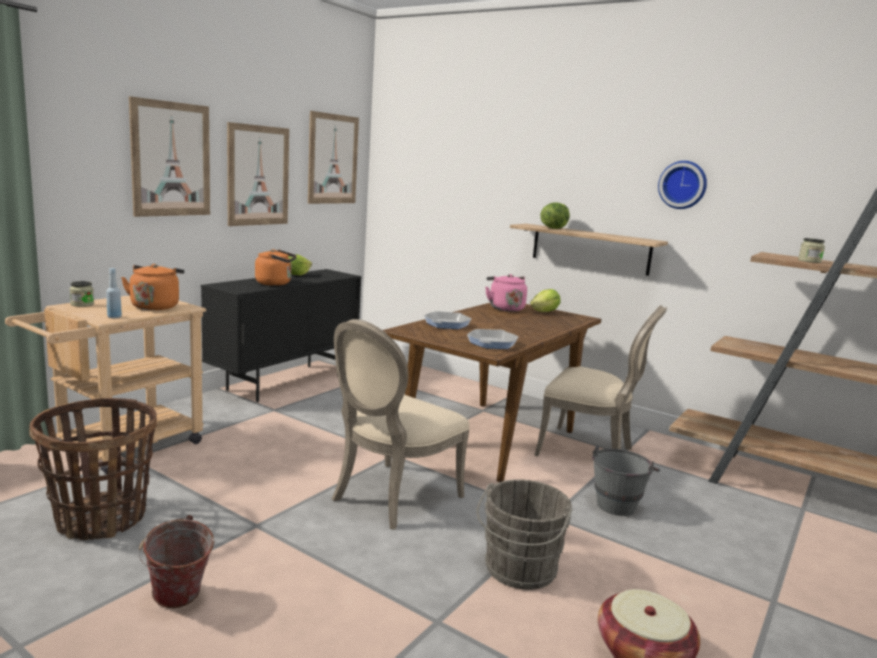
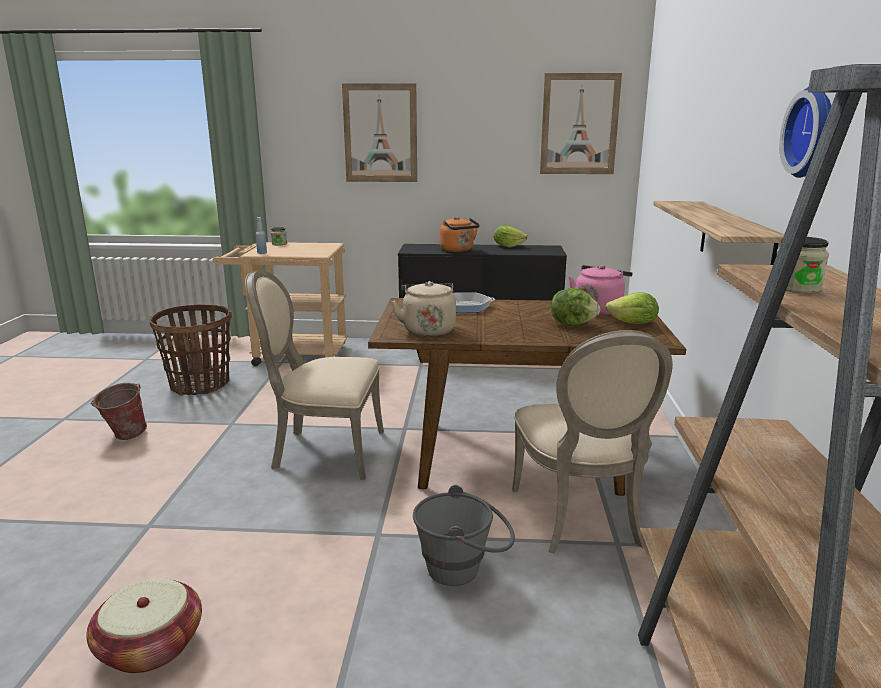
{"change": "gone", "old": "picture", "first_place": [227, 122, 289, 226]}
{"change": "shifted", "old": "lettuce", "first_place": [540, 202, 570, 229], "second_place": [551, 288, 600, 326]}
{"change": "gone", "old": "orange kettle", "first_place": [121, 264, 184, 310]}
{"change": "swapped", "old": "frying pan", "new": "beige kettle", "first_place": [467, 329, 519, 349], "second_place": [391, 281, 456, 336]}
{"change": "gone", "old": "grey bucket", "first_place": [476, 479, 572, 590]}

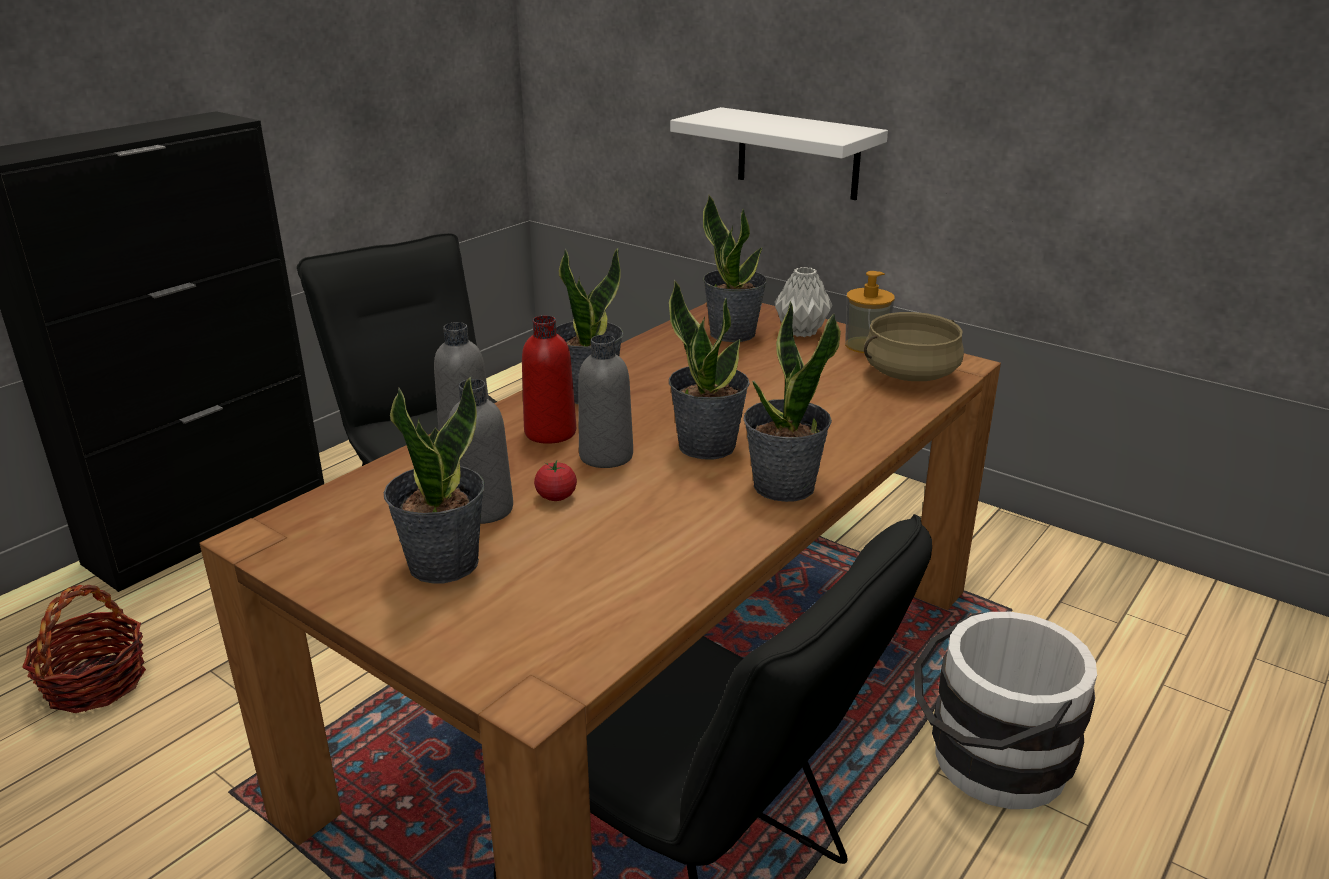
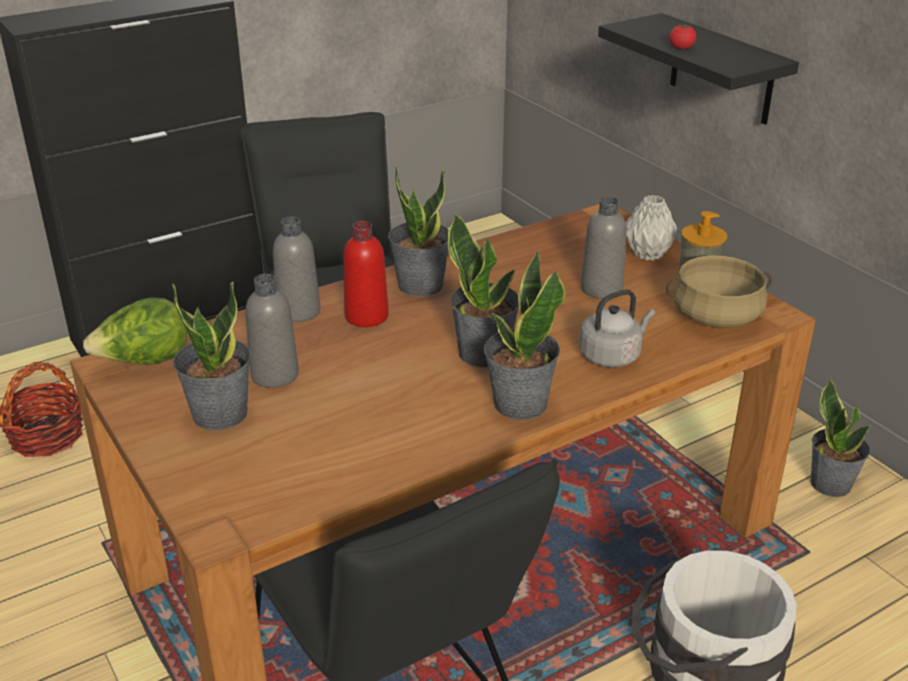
{"change": "repainted", "old": "white shelf", "new": "black shelf", "first_place": [670, 107, 888, 200], "second_place": [598, 13, 799, 125]}
{"change": "shifted", "old": "potted plant", "first_place": [703, 195, 767, 342], "second_place": [810, 379, 870, 497]}
{"change": "shifted", "old": "grey bottle", "first_place": [578, 335, 633, 468], "second_place": [581, 197, 626, 299]}
{"change": "shifted", "old": "tomato", "first_place": [534, 461, 577, 501], "second_place": [669, 24, 696, 49]}
{"change": "new", "new": "grey kettle", "second_place": [579, 289, 655, 368]}
{"change": "new", "new": "lettuce", "second_place": [83, 297, 187, 365]}

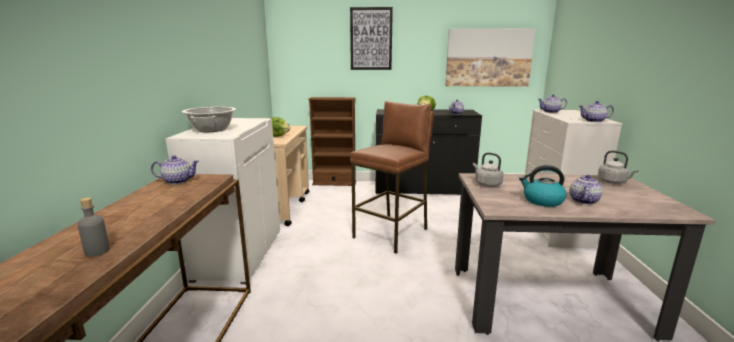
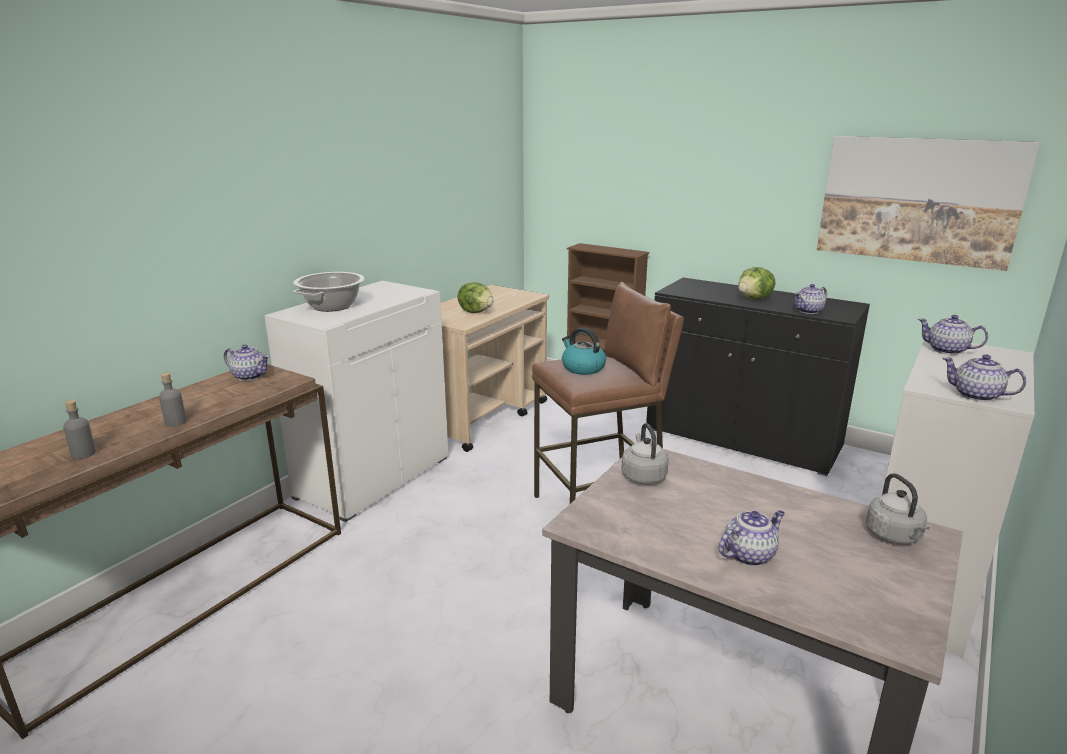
{"change": "gone", "old": "picture", "first_place": [350, 7, 393, 70]}
{"change": "shifted", "old": "kettle", "first_place": [519, 165, 567, 207], "second_place": [562, 327, 606, 375]}
{"change": "new", "new": "grey bottle", "second_place": [159, 373, 186, 427]}

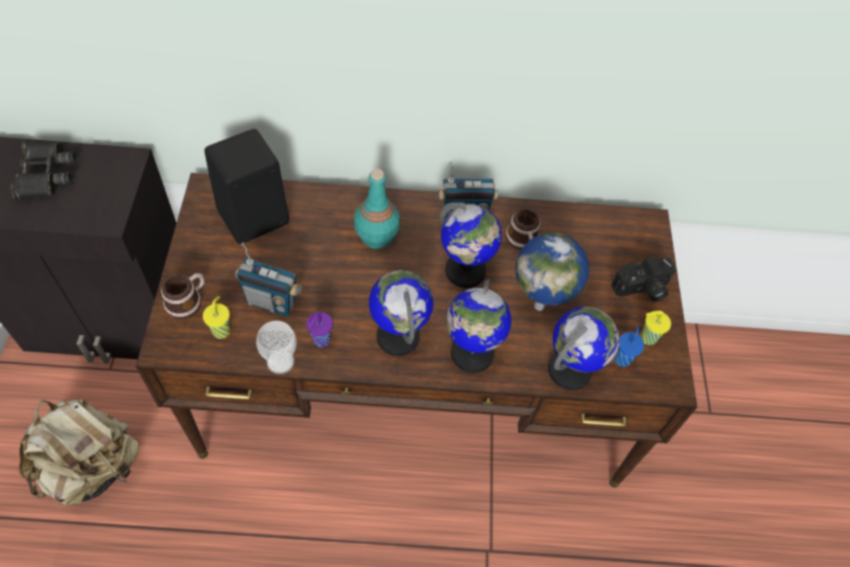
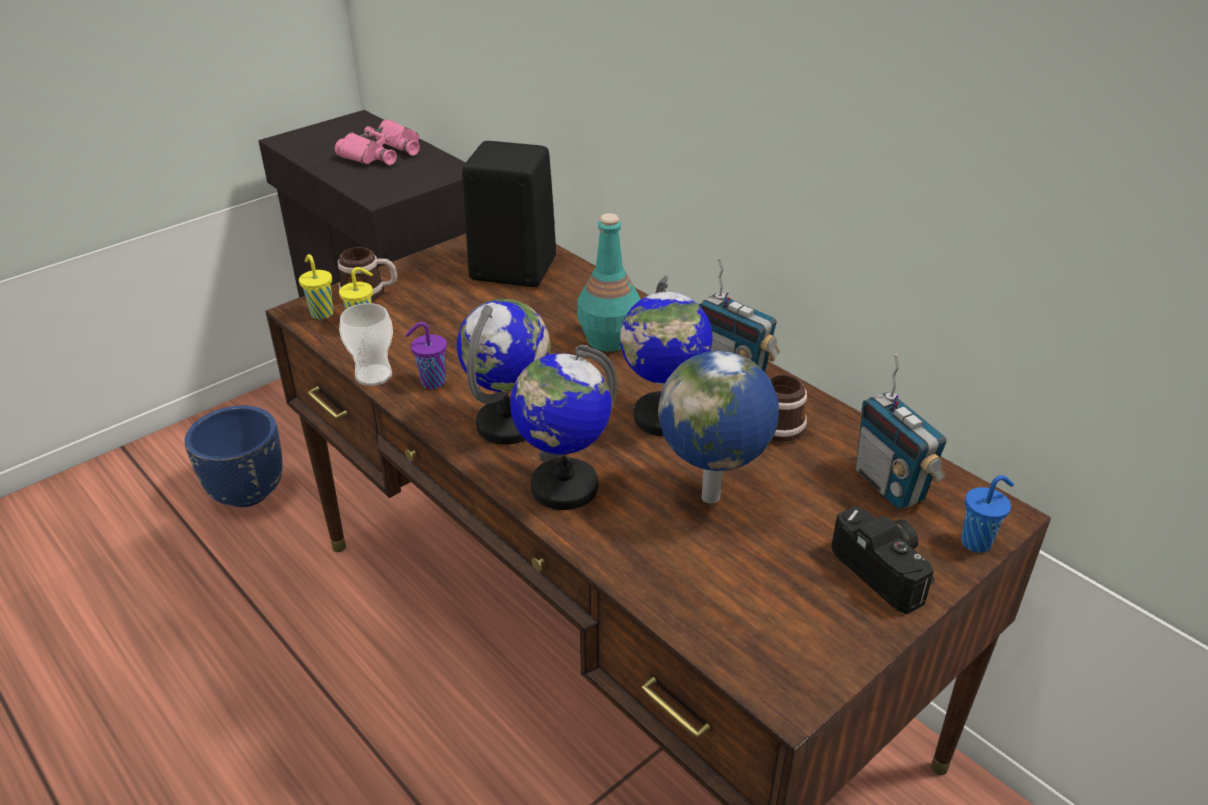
{"change": "repainted", "old": "black binoculars", "new": "pink binoculars", "first_place": [11, 140, 77, 199], "second_place": [335, 119, 420, 165]}
{"change": "shifted", "old": "radio", "first_place": [235, 243, 303, 316], "second_place": [856, 354, 947, 509]}
{"change": "rotated", "old": "photo camera", "first_place": [611, 257, 676, 302], "second_place": [831, 506, 935, 614], "degrees": -150}
{"change": "gone", "old": "globe", "first_place": [548, 307, 620, 390]}
{"change": "shifted", "old": "yellow cup", "first_place": [640, 311, 671, 345], "second_place": [299, 254, 333, 320]}
{"change": "shifted", "old": "blue cup", "first_place": [614, 326, 644, 367], "second_place": [961, 475, 1014, 553]}
{"change": "swapped", "old": "beige backpack", "new": "blue planter", "first_place": [19, 399, 139, 506], "second_place": [185, 406, 283, 507]}

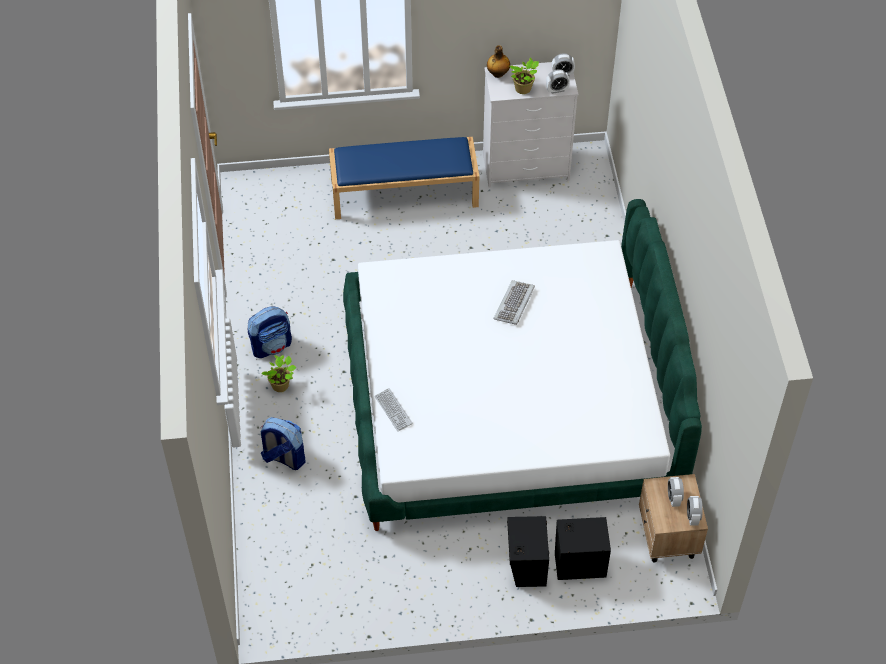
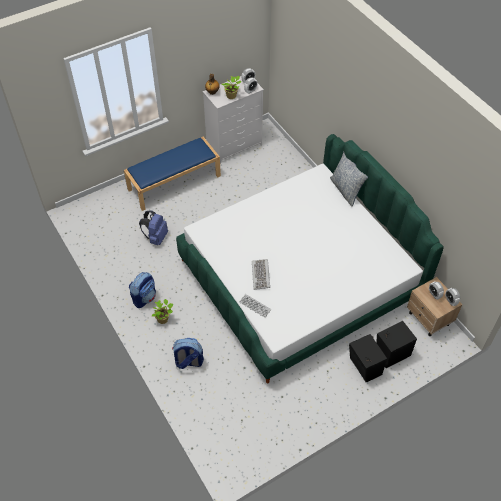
{"change": "shifted", "old": "keyboard", "first_place": [494, 280, 535, 325], "second_place": [252, 259, 270, 290]}
{"change": "new", "new": "pillow", "second_place": [330, 152, 368, 207]}
{"change": "new", "new": "blue backpack", "second_place": [139, 210, 168, 245]}

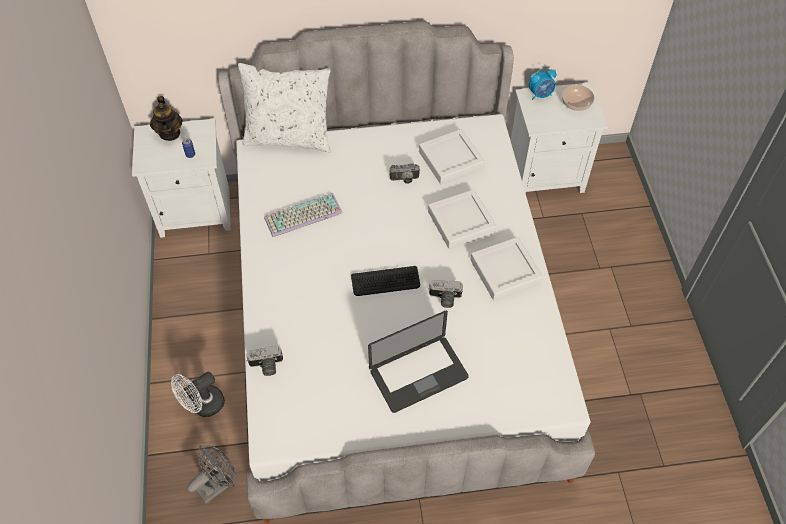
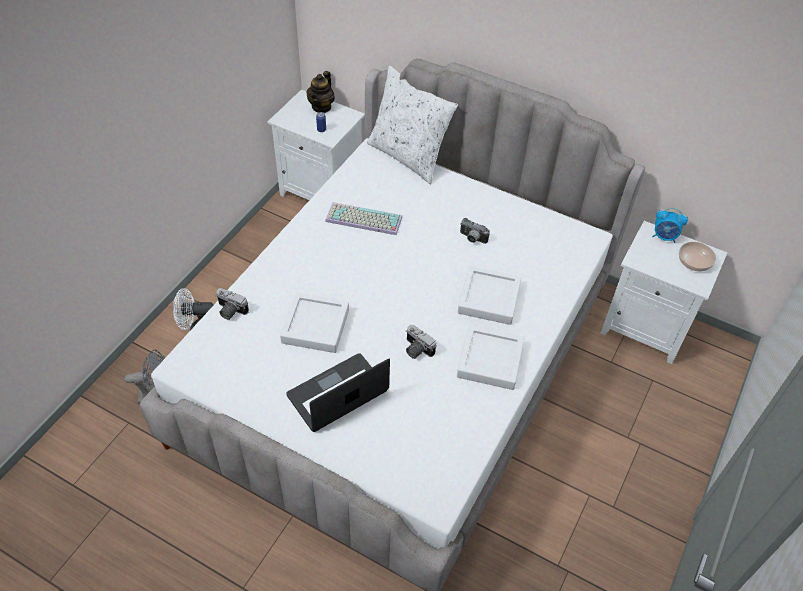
{"change": "shifted", "old": "white tray", "first_place": [419, 129, 484, 185], "second_place": [280, 293, 349, 353]}
{"change": "gone", "old": "keyboard", "first_place": [351, 266, 420, 296]}
{"change": "rotated", "old": "laptop", "first_place": [368, 311, 469, 413], "second_place": [286, 353, 390, 432], "degrees": 135}

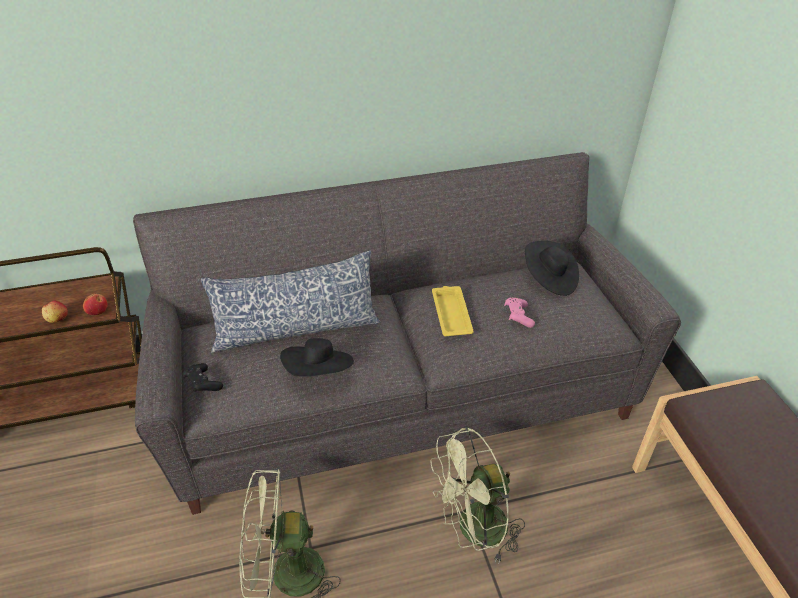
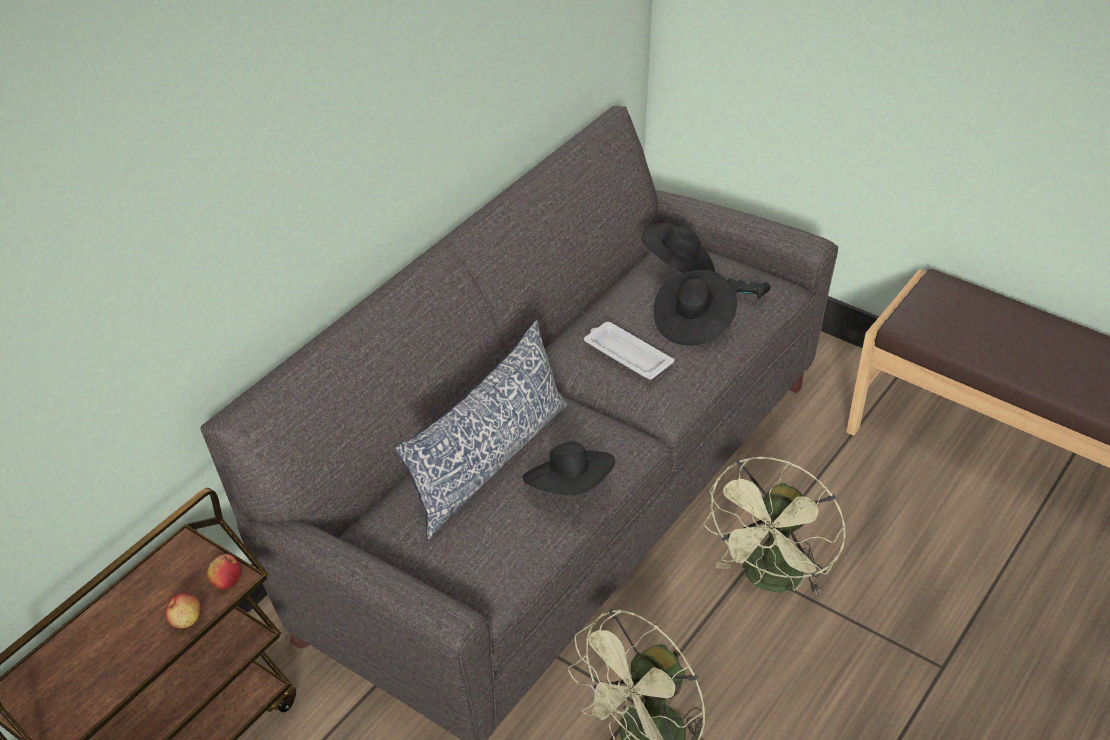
{"change": "repainted", "old": "yellow tray", "new": "white tray", "first_place": [432, 286, 474, 336], "second_place": [584, 322, 674, 380]}
{"change": "swapped", "old": "pink game controller", "new": "black hat", "first_place": [504, 298, 535, 328], "second_place": [654, 270, 737, 346]}
{"change": "shifted", "old": "black game controller", "first_place": [183, 363, 223, 392], "second_place": [728, 278, 770, 299]}

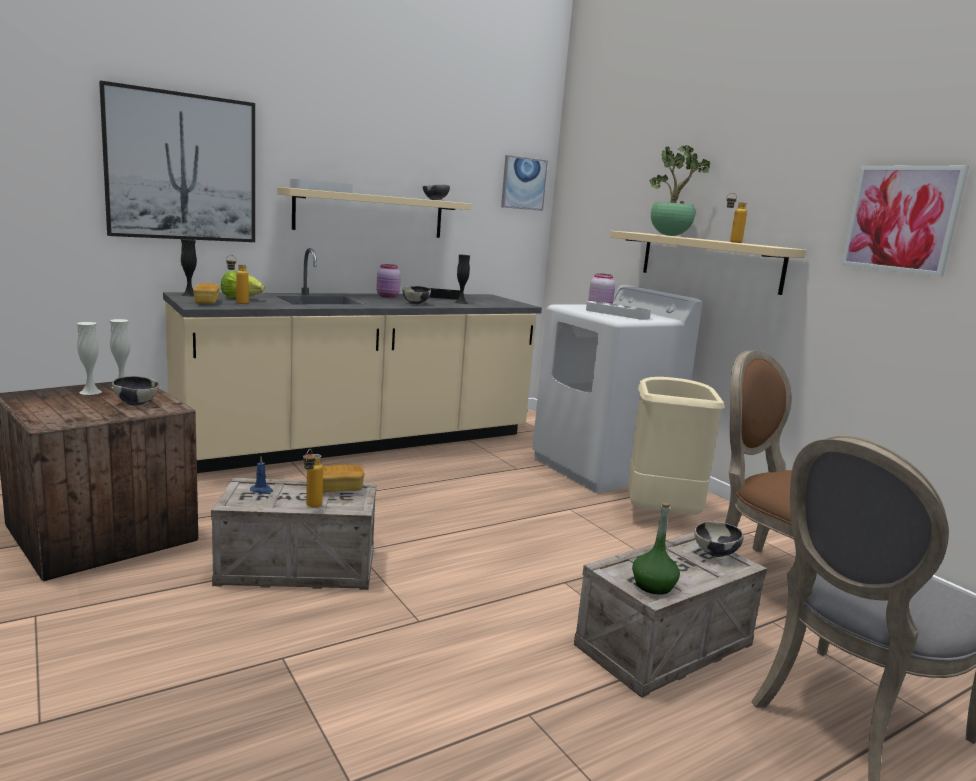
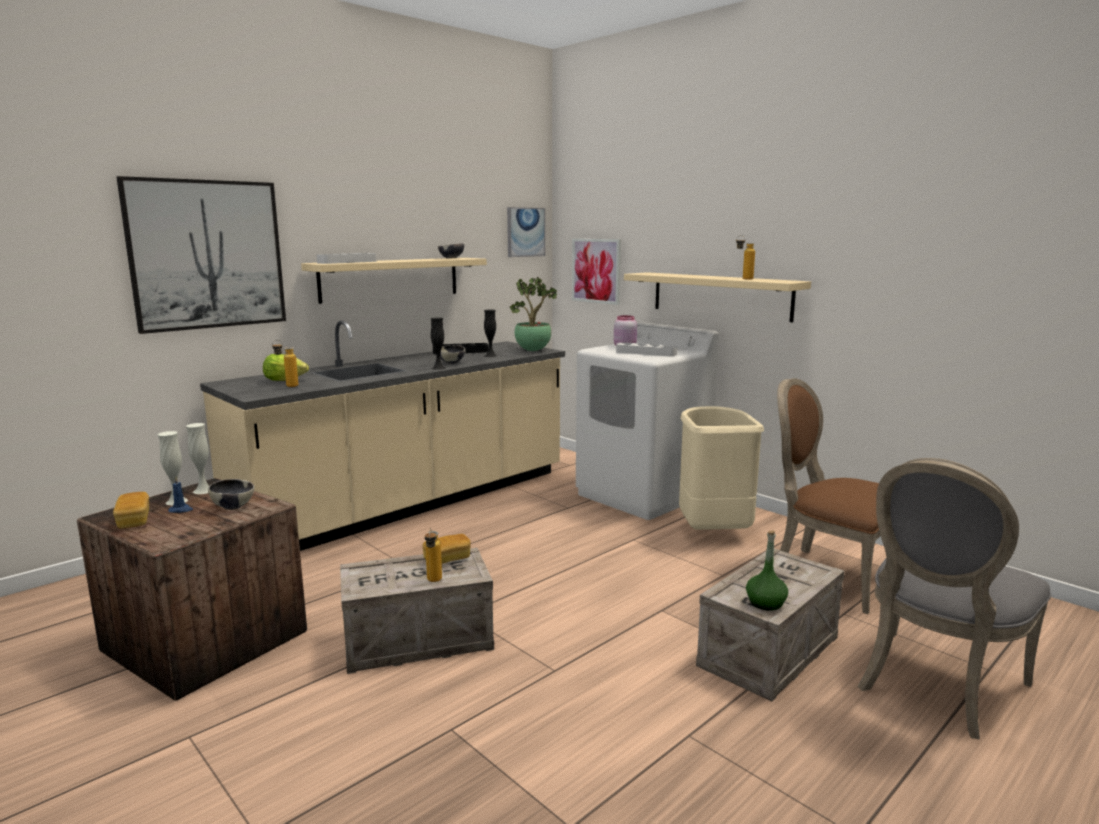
{"change": "shifted", "old": "potted plant", "first_place": [649, 145, 711, 236], "second_place": [510, 277, 557, 351]}
{"change": "shifted", "old": "picture", "first_place": [841, 165, 969, 277], "second_place": [572, 239, 621, 305]}
{"change": "shifted", "old": "black vase", "first_place": [181, 239, 197, 296], "second_place": [431, 318, 446, 370]}
{"change": "gone", "old": "pink jar", "first_place": [376, 264, 401, 298]}
{"change": "shifted", "old": "bread", "first_place": [193, 283, 220, 304], "second_place": [113, 492, 149, 529]}
{"change": "shifted", "old": "blue candle", "first_place": [250, 456, 273, 493], "second_place": [168, 476, 193, 513]}
{"change": "gone", "old": "bowl", "first_place": [694, 521, 743, 557]}

